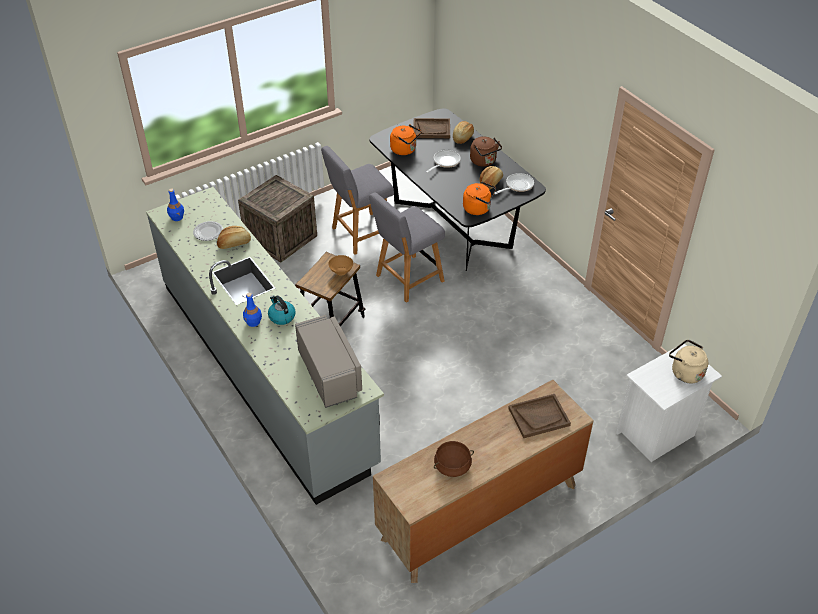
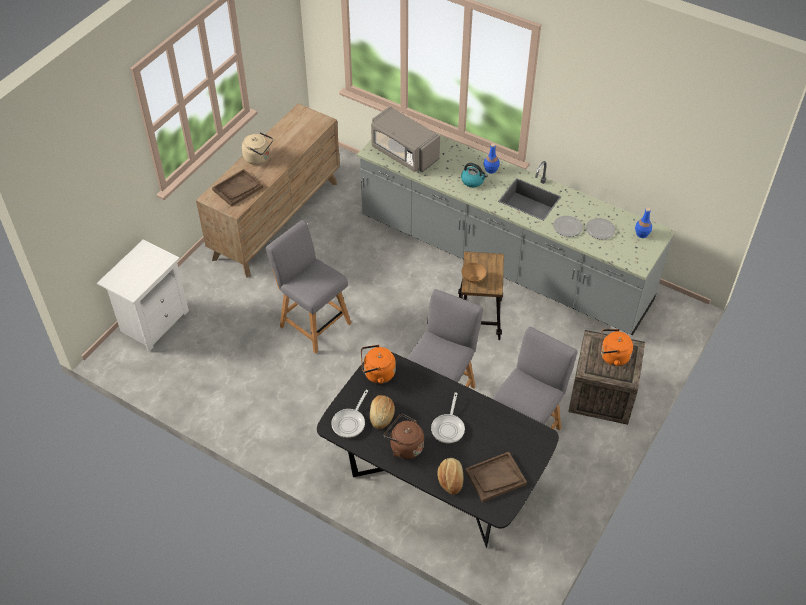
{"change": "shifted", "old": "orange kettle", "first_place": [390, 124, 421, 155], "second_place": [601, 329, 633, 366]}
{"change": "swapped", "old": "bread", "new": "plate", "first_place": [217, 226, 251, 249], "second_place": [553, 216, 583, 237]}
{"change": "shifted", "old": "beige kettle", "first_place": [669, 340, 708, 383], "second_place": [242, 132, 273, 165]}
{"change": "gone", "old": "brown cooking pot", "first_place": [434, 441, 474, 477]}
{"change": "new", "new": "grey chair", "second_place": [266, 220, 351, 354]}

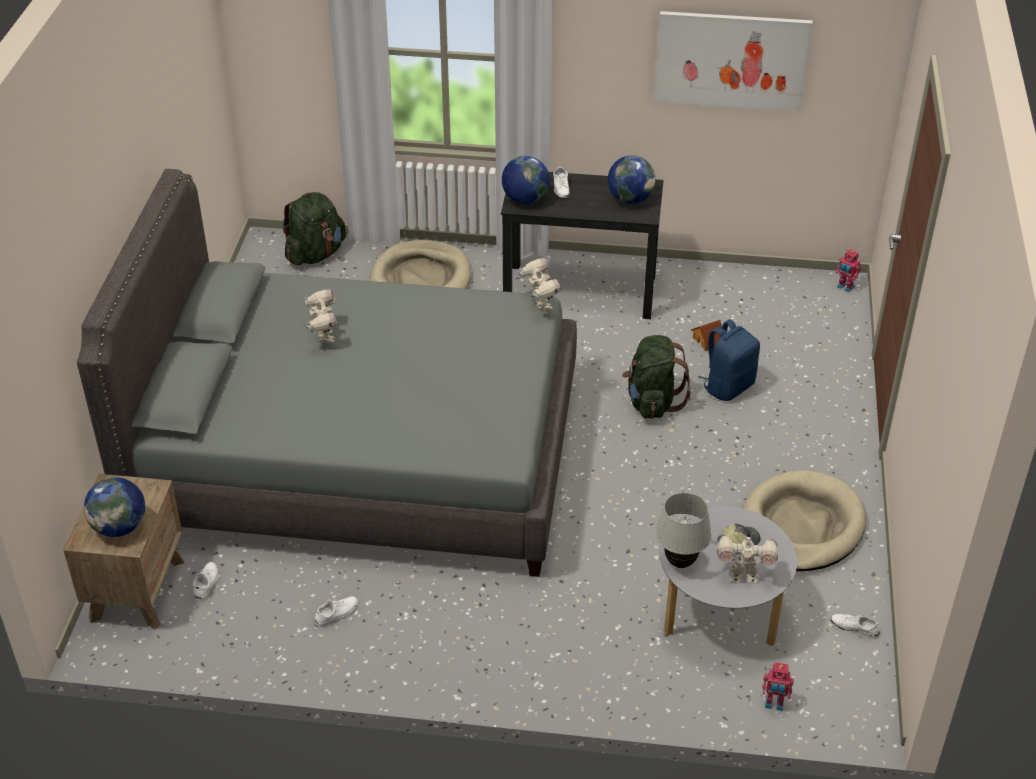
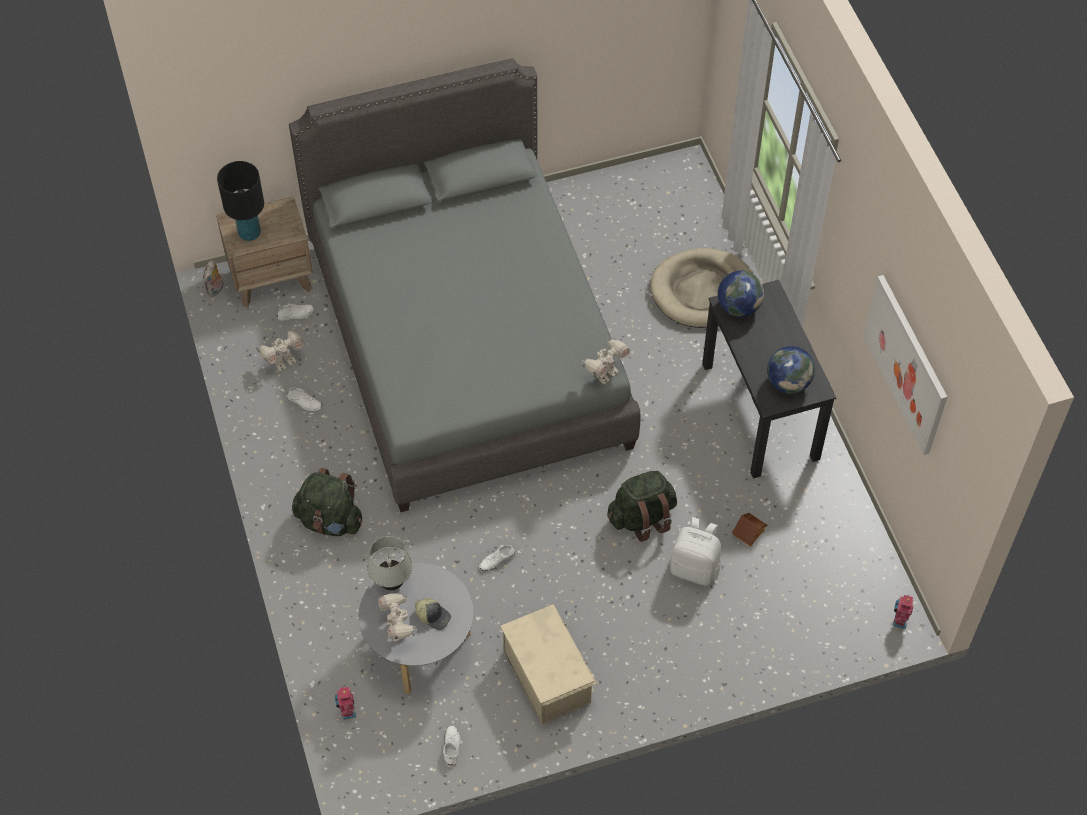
{"change": "shifted", "old": "white shoe", "first_place": [553, 166, 570, 198], "second_place": [479, 545, 516, 572]}
{"change": "shifted", "old": "green backpack", "first_place": [282, 192, 346, 265], "second_place": [292, 468, 363, 536]}
{"change": "shifted", "old": "toy robot", "first_place": [303, 289, 337, 343], "second_place": [257, 329, 304, 371]}
{"change": "repainted", "old": "blue backpack", "new": "white backpack", "first_place": [698, 319, 760, 401], "second_place": [670, 517, 721, 586]}
{"change": "swapped", "old": "beige dog bed", "new": "beige storage box", "first_place": [743, 470, 866, 571], "second_place": [500, 604, 597, 725]}
{"change": "swapped", "old": "globe", "new": "black table lamp", "first_place": [84, 477, 145, 537], "second_place": [217, 161, 264, 241]}
{"change": "new", "new": "plush toy", "second_place": [203, 260, 224, 297]}

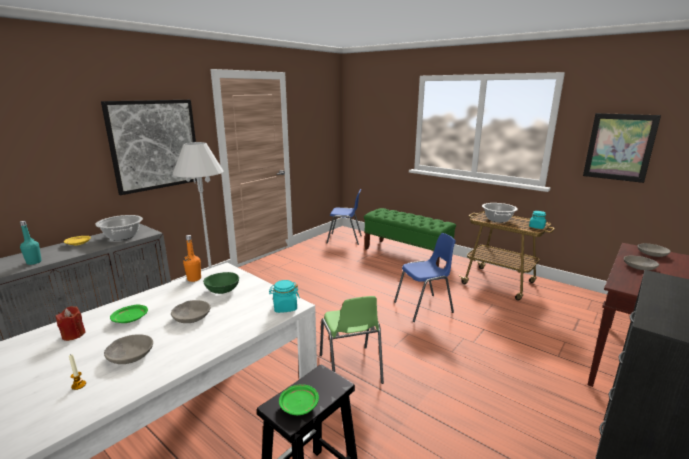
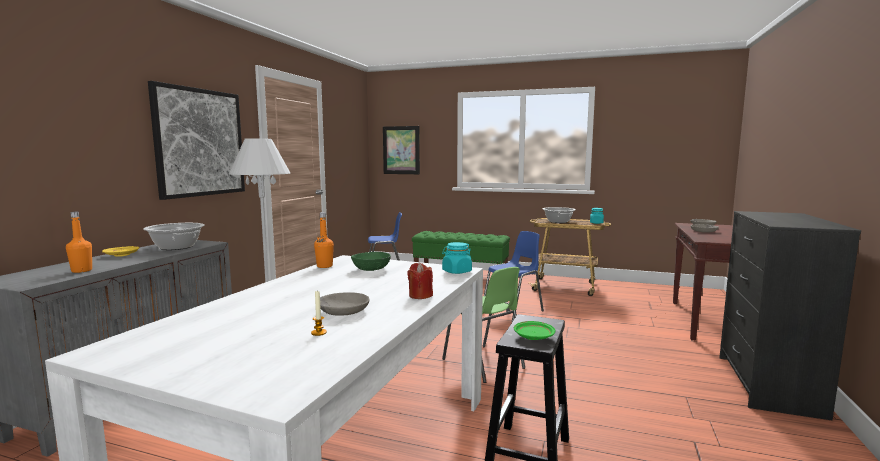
{"change": "shifted", "old": "picture", "first_place": [583, 113, 661, 183], "second_place": [383, 126, 420, 174]}
{"change": "repainted", "old": "turquoise bottle", "new": "orange bottle", "first_place": [20, 221, 42, 265], "second_place": [66, 212, 92, 273]}
{"change": "gone", "old": "grey bowl", "first_place": [171, 300, 211, 323]}
{"change": "gone", "old": "green plate", "first_place": [110, 304, 148, 323]}
{"change": "shifted", "old": "red candle", "first_place": [55, 306, 86, 341], "second_place": [407, 263, 433, 299]}

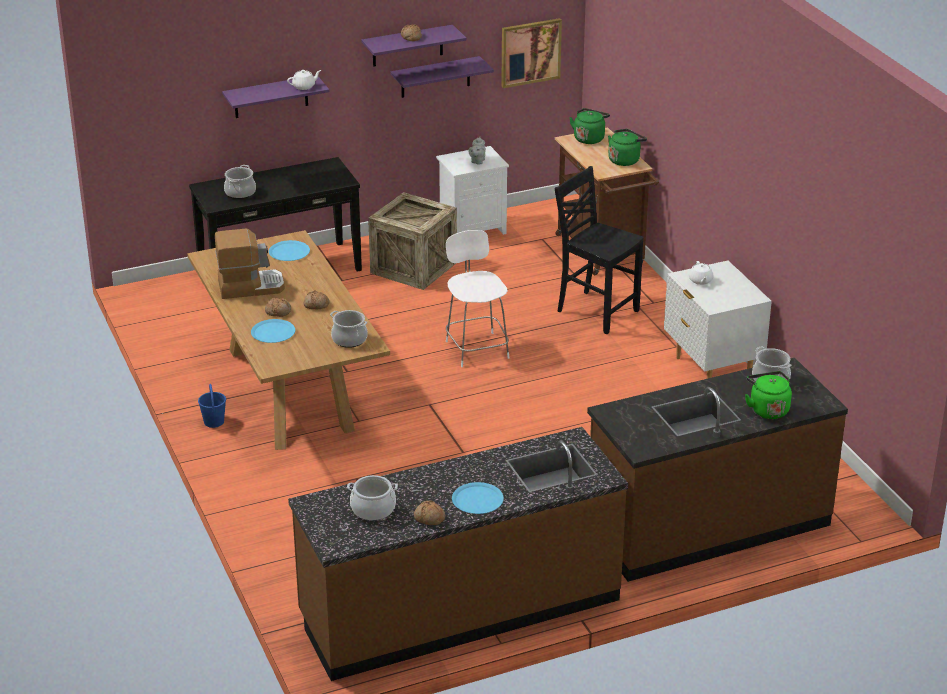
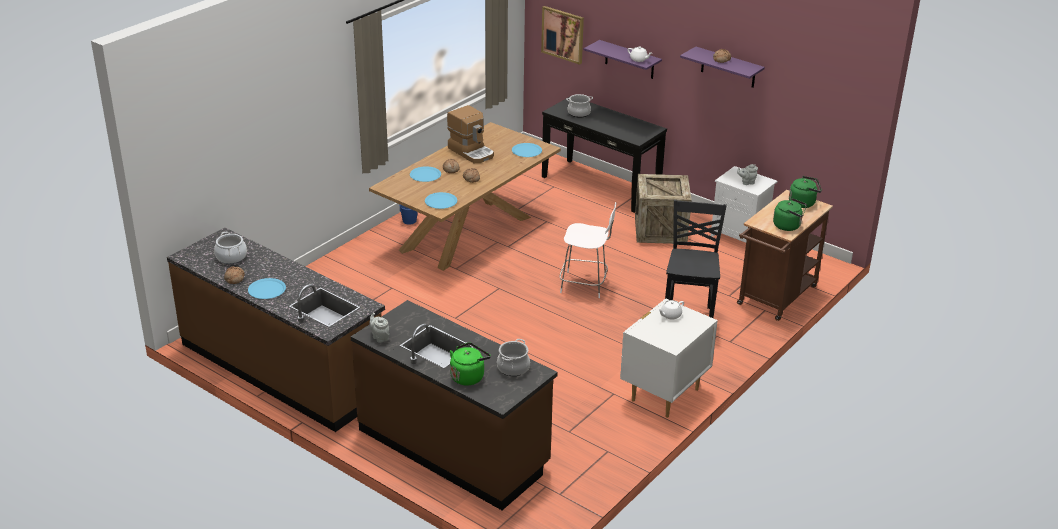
{"change": "shifted", "old": "picture", "first_place": [501, 18, 562, 88], "second_place": [541, 6, 584, 65]}
{"change": "gone", "old": "purple shelf", "first_place": [390, 56, 494, 98]}
{"change": "rotated", "old": "white chair", "first_place": [446, 230, 509, 367], "second_place": [559, 202, 616, 298], "degrees": 60}
{"change": "swapped", "old": "cooking pot", "new": "blue plate", "first_place": [330, 310, 368, 348], "second_place": [425, 192, 457, 209]}
{"change": "new", "new": "grey teapot", "second_place": [369, 313, 389, 343]}

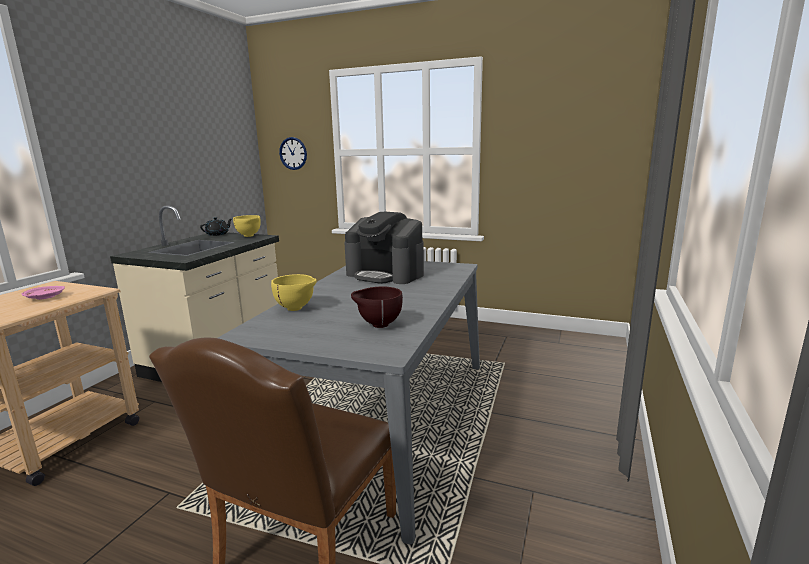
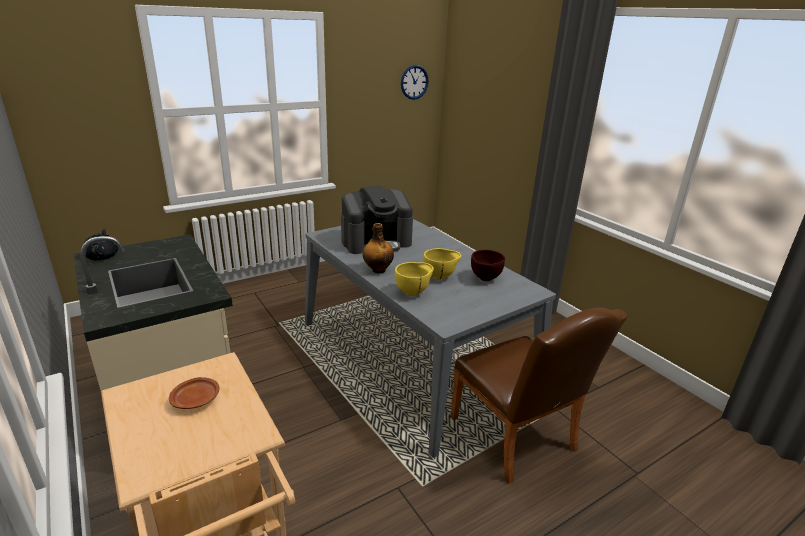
{"change": "shifted", "old": "wall clock", "first_place": [279, 137, 307, 170], "second_place": [401, 65, 429, 100]}
{"change": "shifted", "old": "yellow bowl", "first_place": [233, 215, 260, 237], "second_place": [423, 248, 461, 280]}
{"change": "repainted", "old": "pink plate", "new": "brown plate", "first_place": [22, 286, 65, 300], "second_place": [169, 377, 220, 409]}
{"change": "new", "new": "bottle", "second_place": [363, 223, 394, 273]}

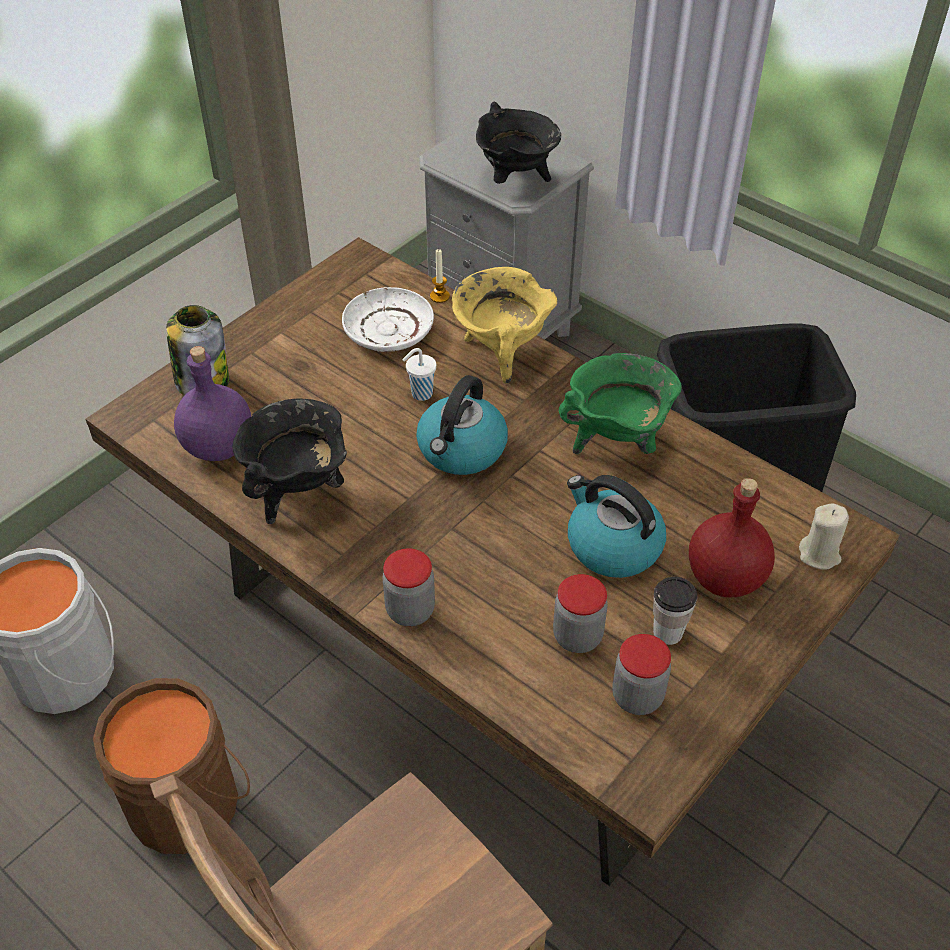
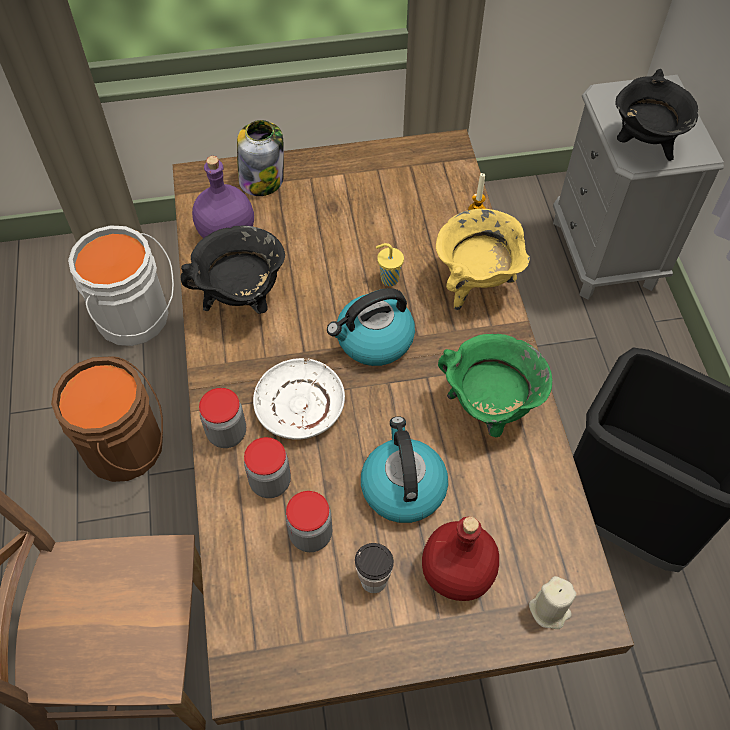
{"change": "shifted", "old": "white plate", "first_place": [342, 287, 434, 352], "second_place": [253, 358, 345, 440]}
{"change": "repainted", "old": "white cup", "new": "yellow cup", "first_place": [402, 348, 436, 401], "second_place": [376, 243, 404, 286]}
{"change": "shifted", "old": "jar", "first_place": [612, 634, 671, 715], "second_place": [244, 437, 291, 498]}

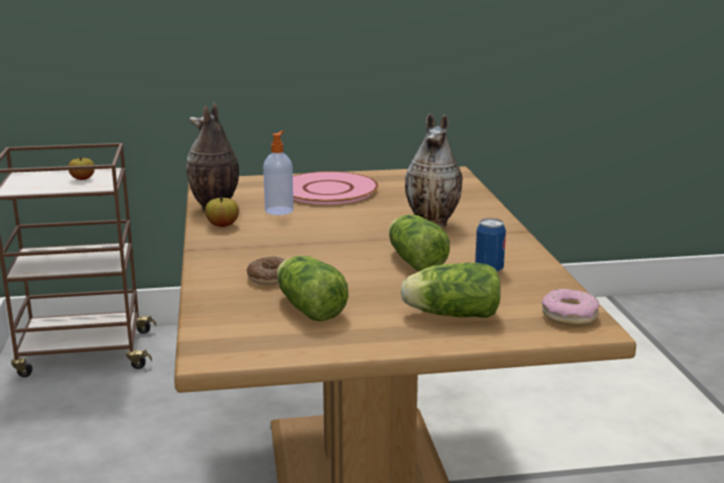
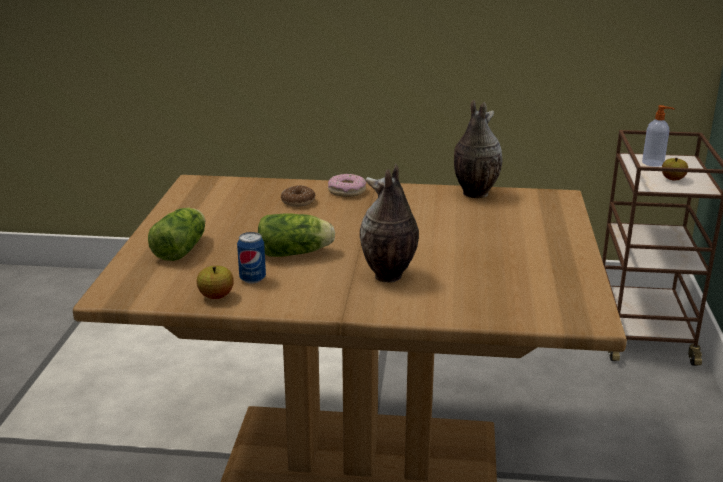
{"change": "shifted", "old": "soap dispenser", "first_place": [263, 131, 294, 215], "second_place": [642, 105, 675, 167]}
{"change": "gone", "old": "pink plate", "first_place": [293, 171, 379, 204]}
{"change": "shifted", "old": "apple", "first_place": [205, 197, 239, 227], "second_place": [197, 266, 234, 299]}
{"change": "gone", "old": "lettuce", "first_place": [277, 256, 349, 321]}
{"change": "shifted", "old": "donut", "first_place": [542, 289, 599, 326], "second_place": [328, 174, 367, 197]}

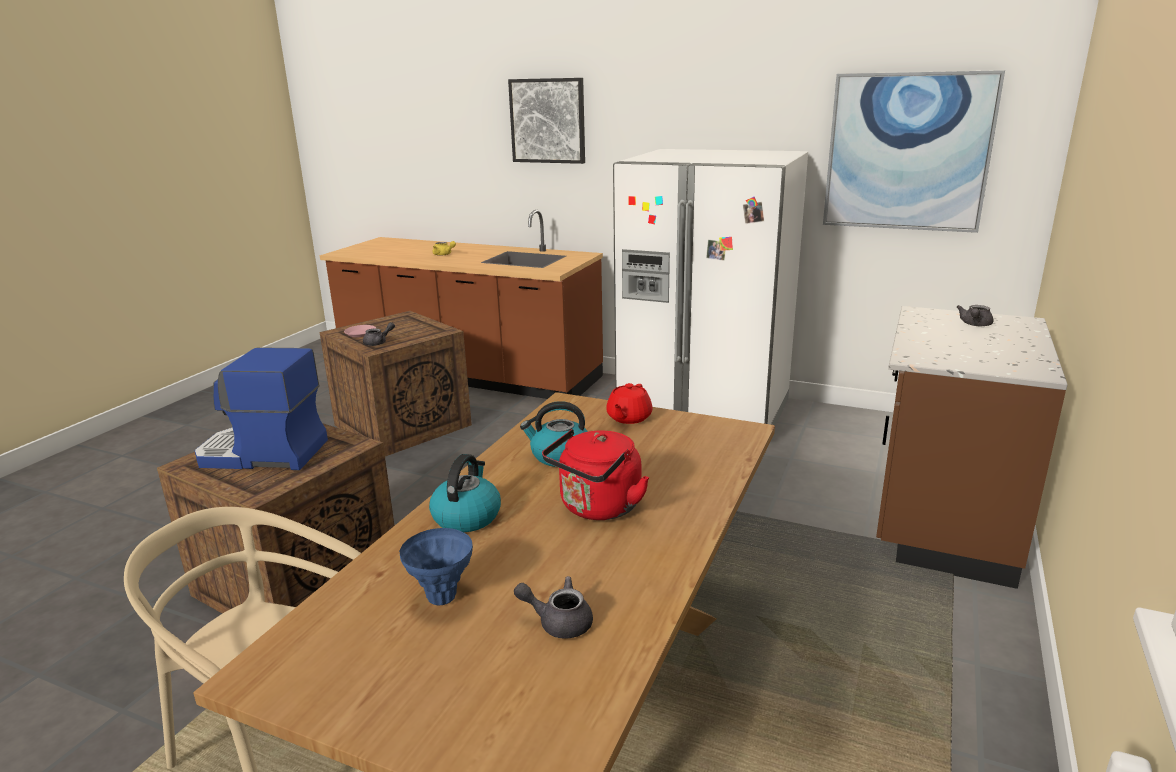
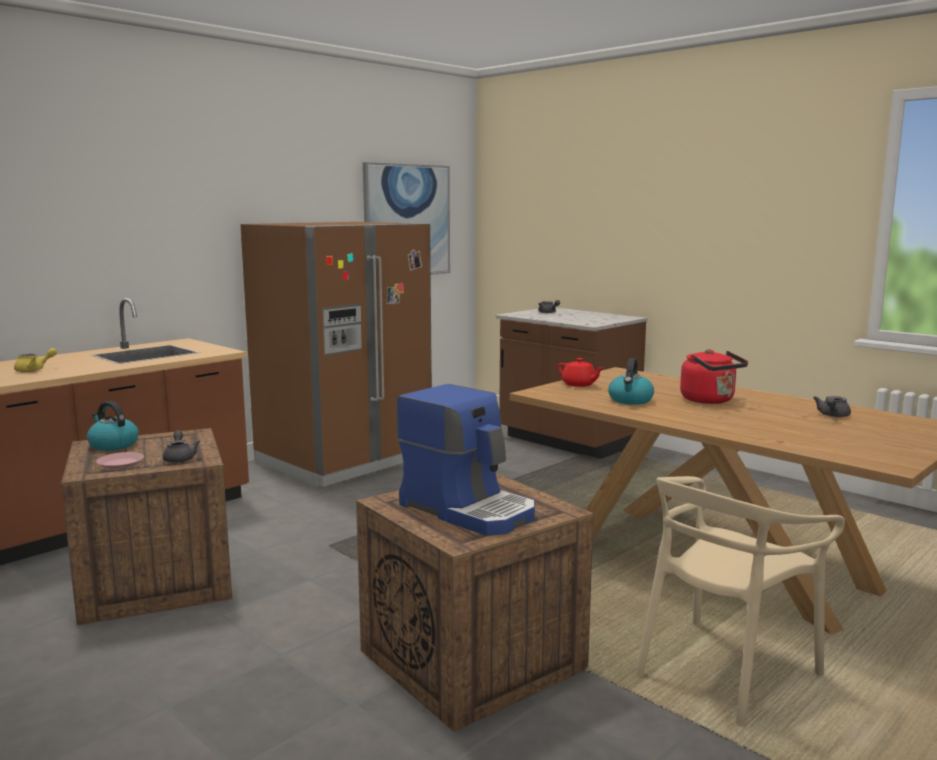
{"change": "gone", "old": "picture", "first_place": [508, 78, 585, 164]}
{"change": "repainted", "old": "white fridge", "new": "brown fridge", "first_place": [613, 149, 808, 425], "second_place": [241, 222, 432, 487]}
{"change": "rotated", "old": "coffee machine", "first_place": [194, 347, 328, 470], "second_place": [397, 384, 535, 536], "degrees": -75}
{"change": "shifted", "old": "kettle", "first_place": [429, 454, 501, 532], "second_place": [87, 401, 139, 451]}
{"change": "gone", "old": "blue vase", "first_place": [399, 528, 473, 605]}

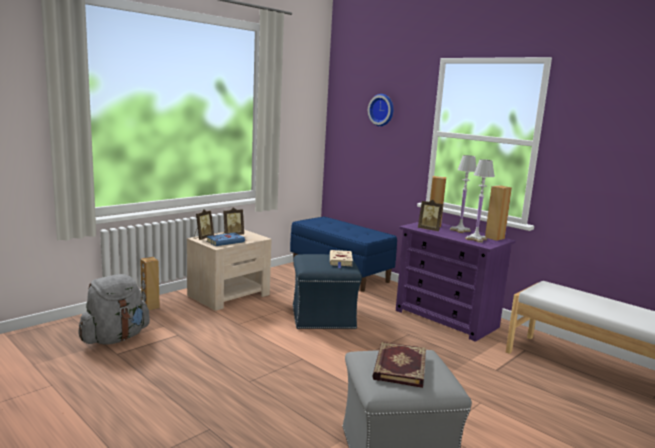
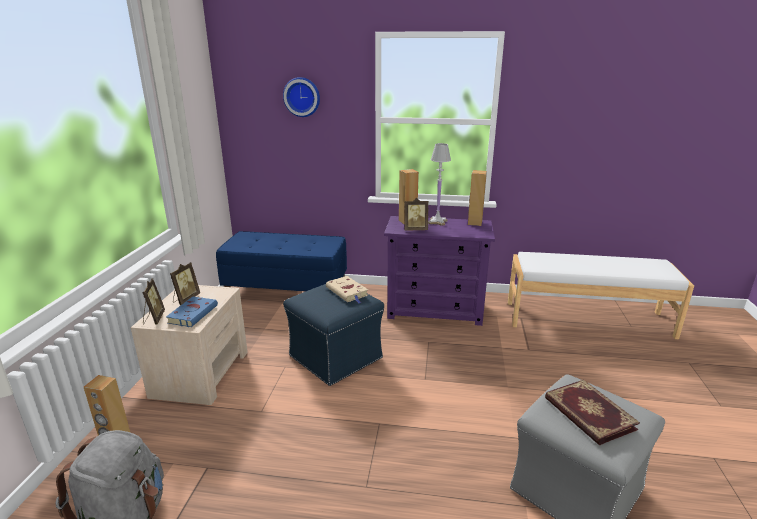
{"change": "gone", "old": "white table lamp", "first_place": [465, 159, 495, 242]}

